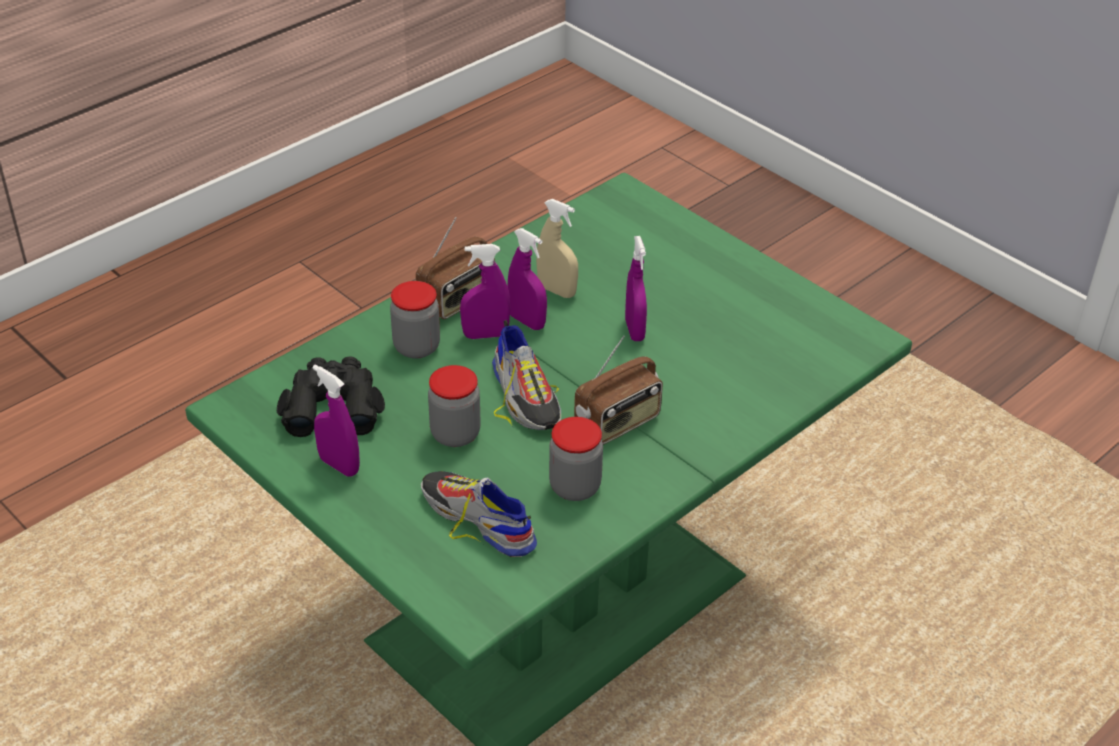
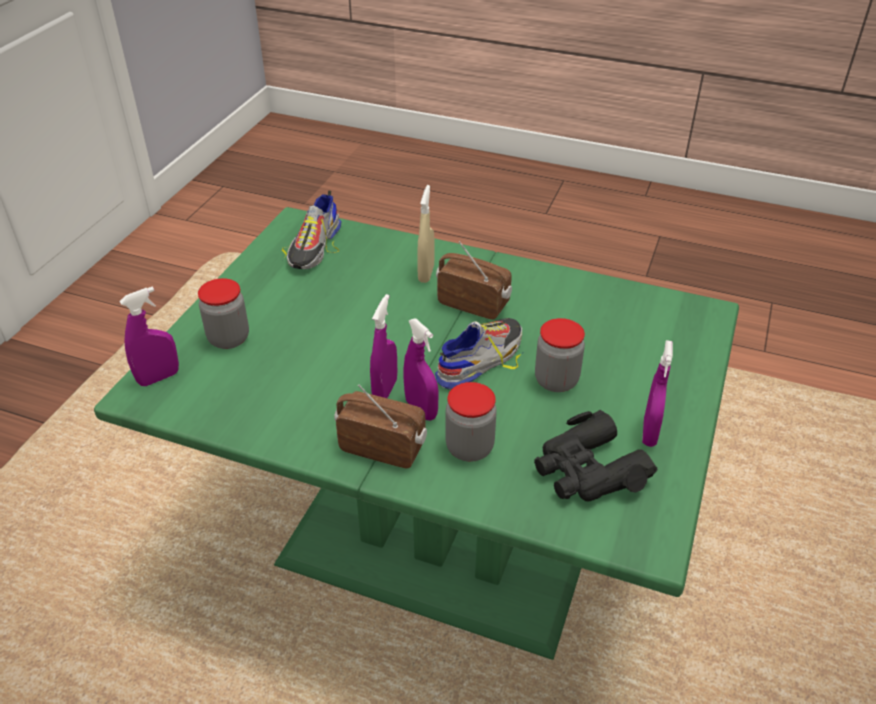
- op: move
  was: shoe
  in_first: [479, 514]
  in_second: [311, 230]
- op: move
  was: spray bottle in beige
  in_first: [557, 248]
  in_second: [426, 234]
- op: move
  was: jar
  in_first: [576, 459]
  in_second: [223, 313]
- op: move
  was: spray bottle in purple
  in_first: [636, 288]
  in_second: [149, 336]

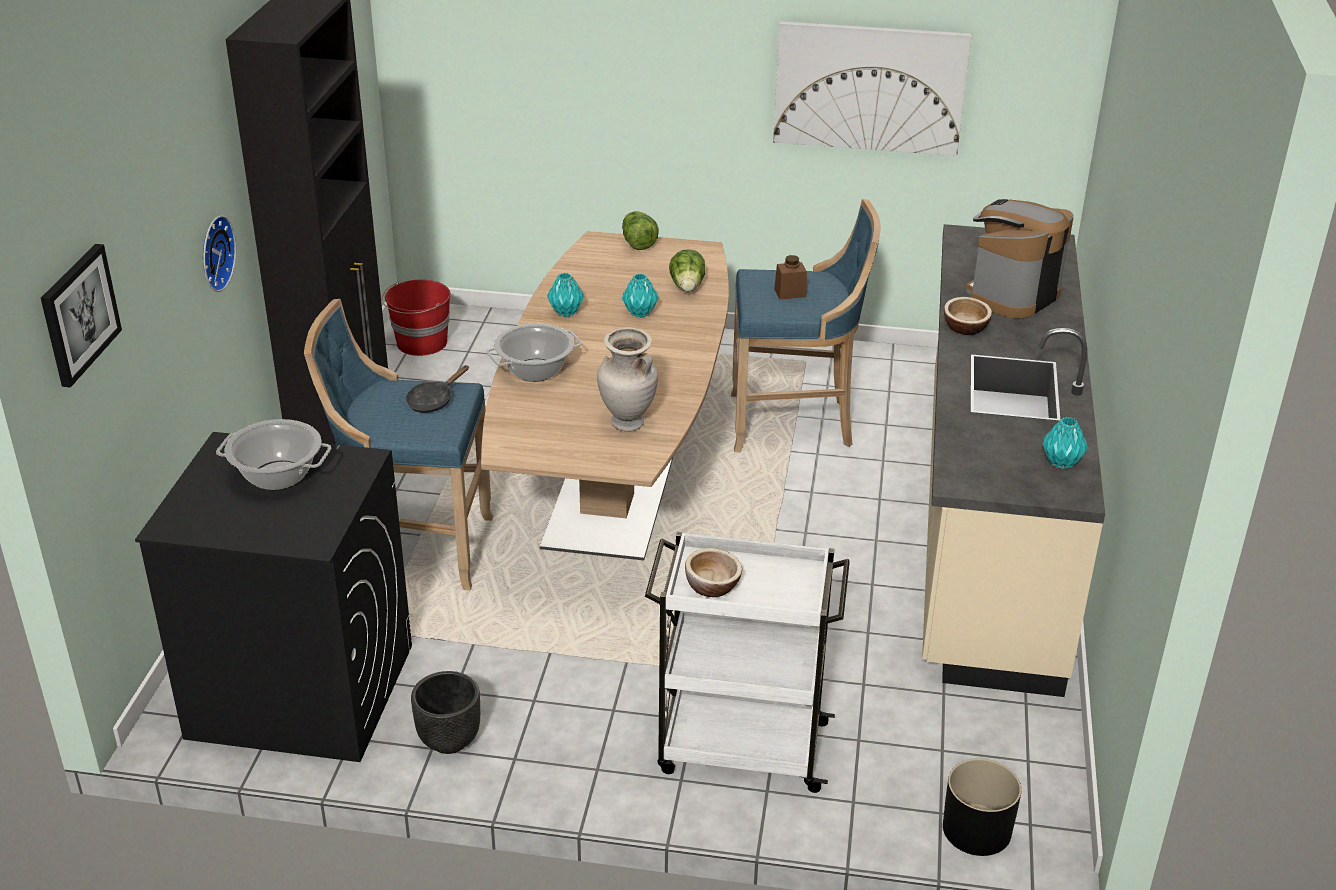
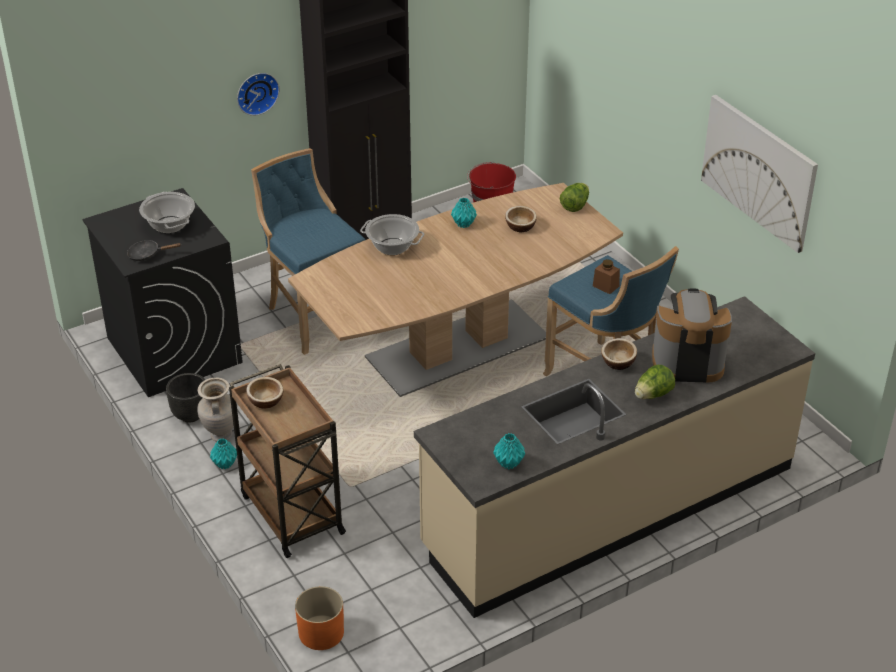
- op: delete
  was: picture
  in_first: [81, 316]
- op: move
  was: frying pan in black
  in_first: [437, 389]
  in_second: [154, 250]
- op: move
  was: vase in beige
  in_first: [627, 379]
  in_second: [215, 409]
- op: move
  was: vase in turquoise
  in_first: [640, 296]
  in_second: [223, 453]
- op: recolor
  was: cart in white
  now: cart in brown
  in_first: [747, 662]
  in_second: [287, 461]
- op: move
  was: lettuce
  in_first: [687, 270]
  in_second: [655, 382]
- op: recolor
  was: planter in black
  now: planter in orange
  in_first: [982, 807]
  in_second: [319, 618]
- op: insert
  now: bowl
  in_second: [521, 219]

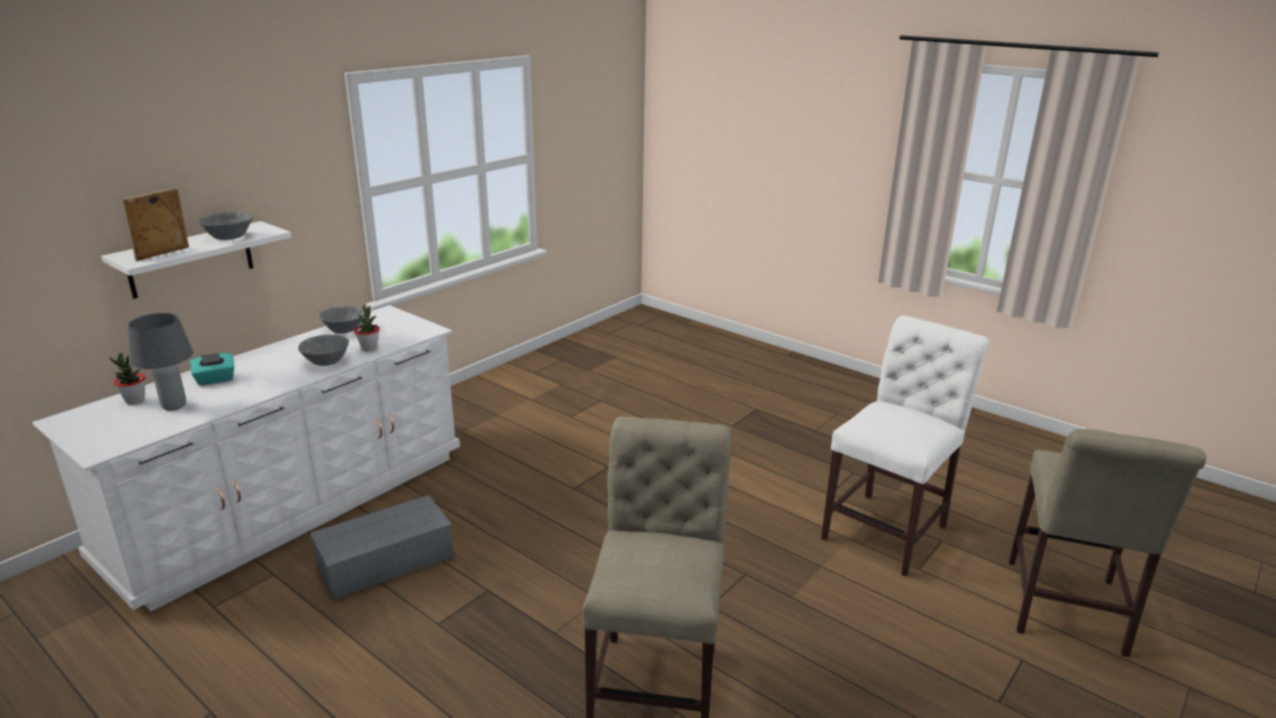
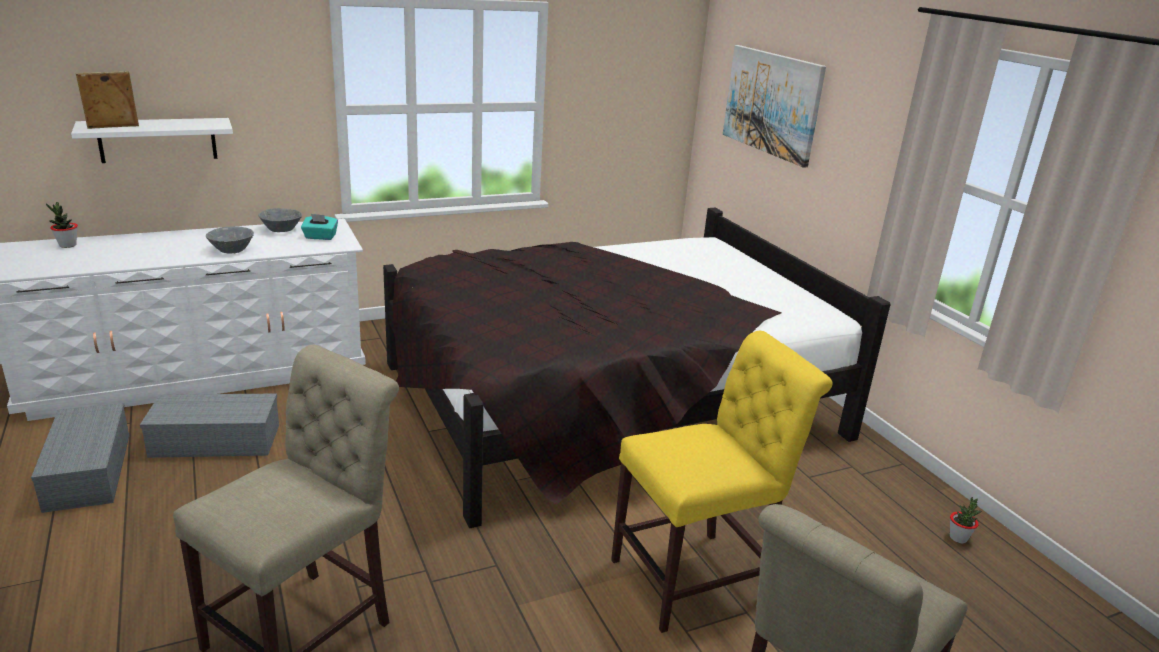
- op: delete
  was: table lamp in grey
  in_first: [160, 362]
- op: move
  was: tissue box in turquoise
  in_first: [212, 369]
  in_second: [319, 227]
- op: delete
  was: bowl in grey
  in_first: [226, 226]
- op: move
  was: potted plant
  in_first: [367, 328]
  in_second: [966, 520]
- op: recolor
  was: chair in white
  now: chair in yellow
  in_first: [905, 446]
  in_second: [721, 482]
- op: insert
  now: storage box in grey
  in_second: [80, 458]
- op: insert
  now: bed in black
  in_second: [637, 368]
- op: insert
  now: picture
  in_second: [774, 106]

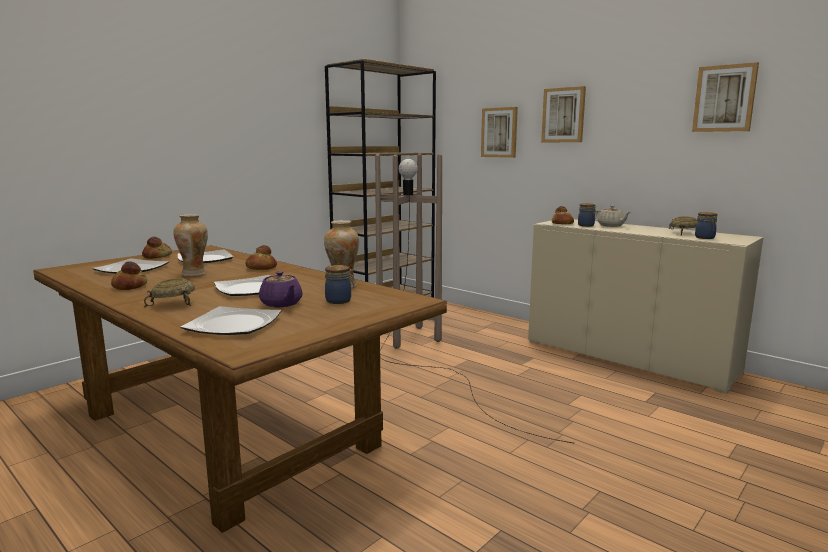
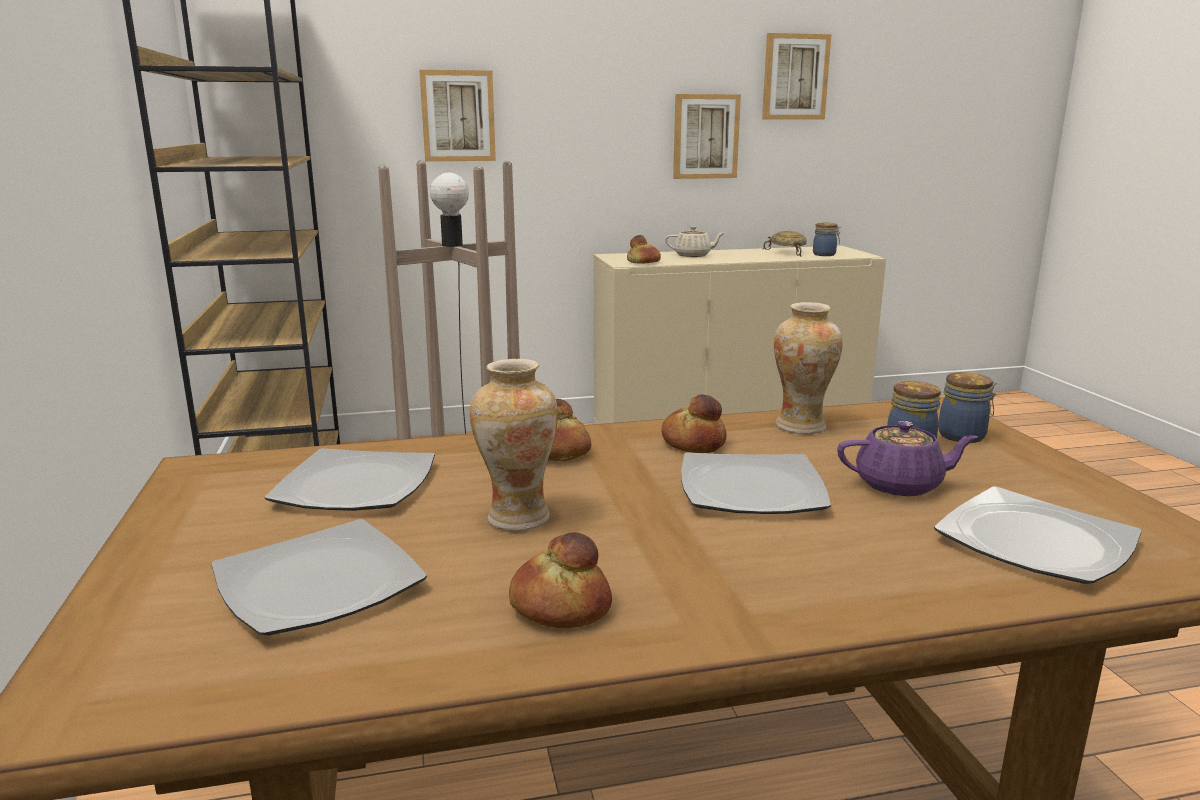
- op: move
  was: bread
  in_first: [157, 248]
  in_second: [694, 423]
- op: delete
  was: bowl in beige
  in_first: [169, 292]
- op: move
  was: picture
  in_first: [563, 114]
  in_second: [707, 136]
- op: move
  was: jar
  in_first: [587, 215]
  in_second: [967, 407]

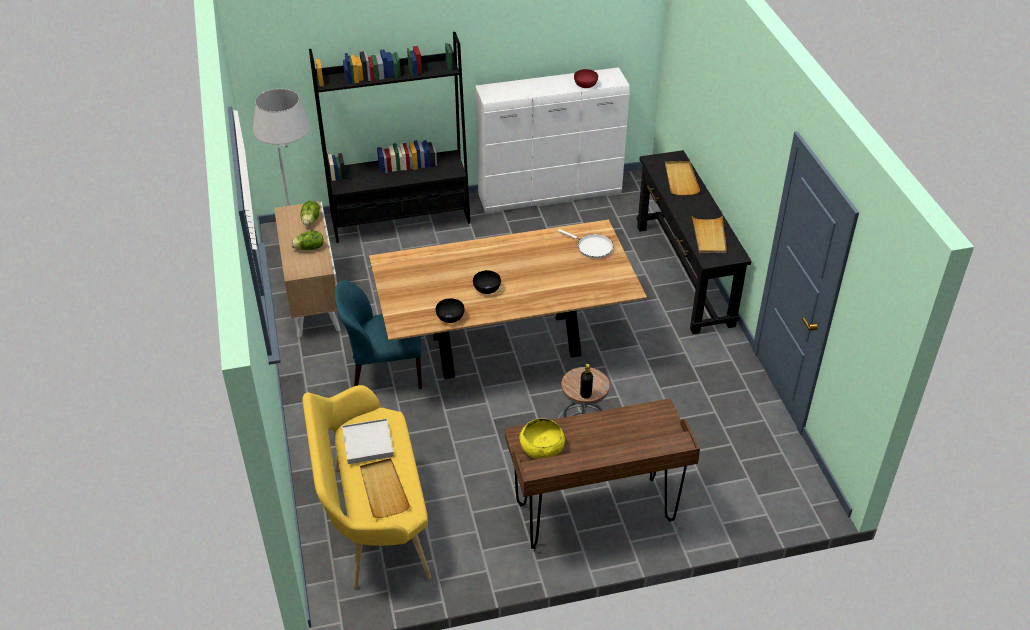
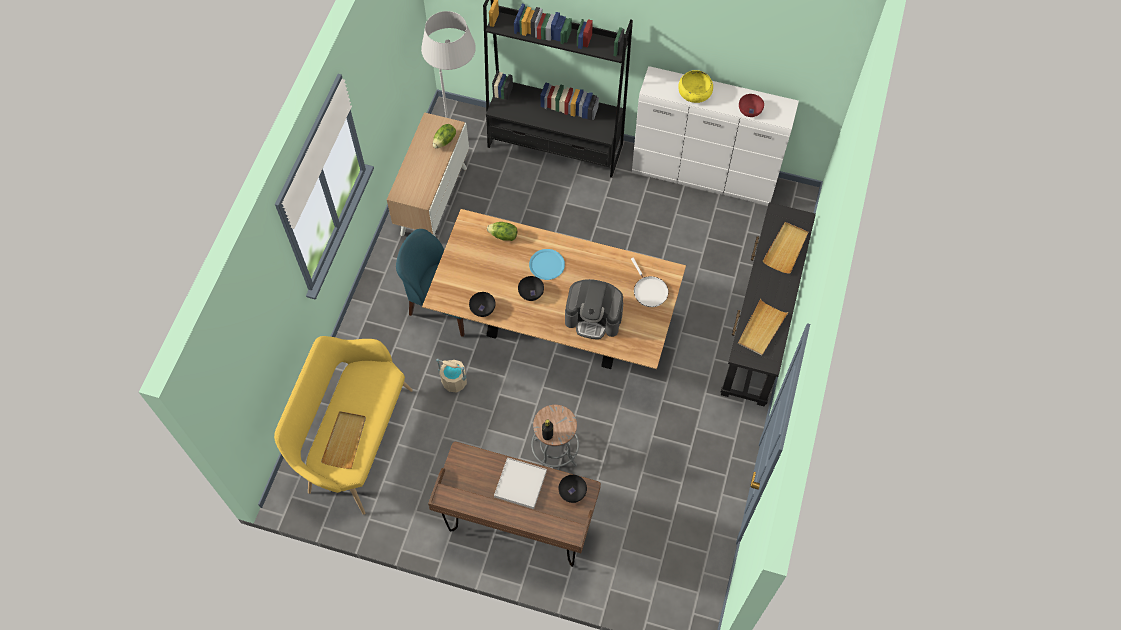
- op: move
  was: lettuce
  in_first: [307, 240]
  in_second: [502, 231]
- op: move
  was: tray in white
  in_first: [368, 441]
  in_second: [520, 483]
- op: move
  was: bowl in yellow
  in_first: [542, 438]
  in_second: [695, 86]
- op: insert
  now: bucket in beige
  in_second: [451, 375]
- op: insert
  now: plate in blue
  in_second: [547, 264]
- op: insert
  now: bowl in black
  in_second: [572, 489]
- op: insert
  now: coffee machine
  in_second: [594, 309]

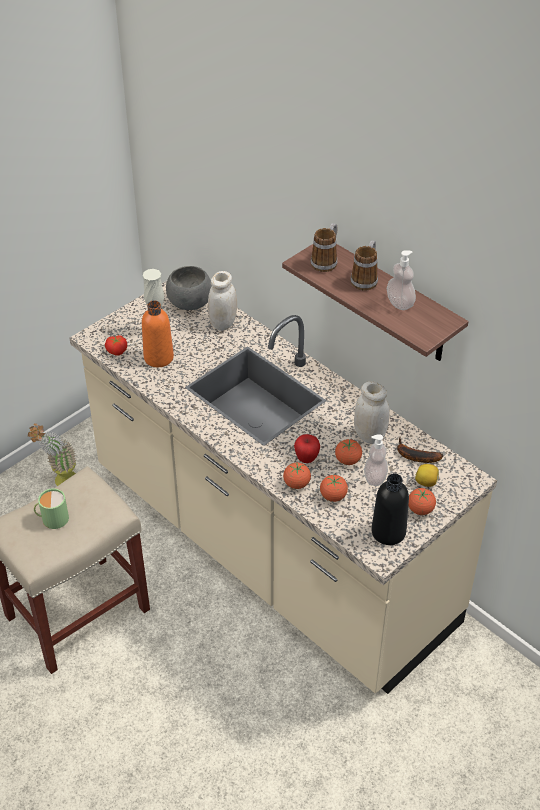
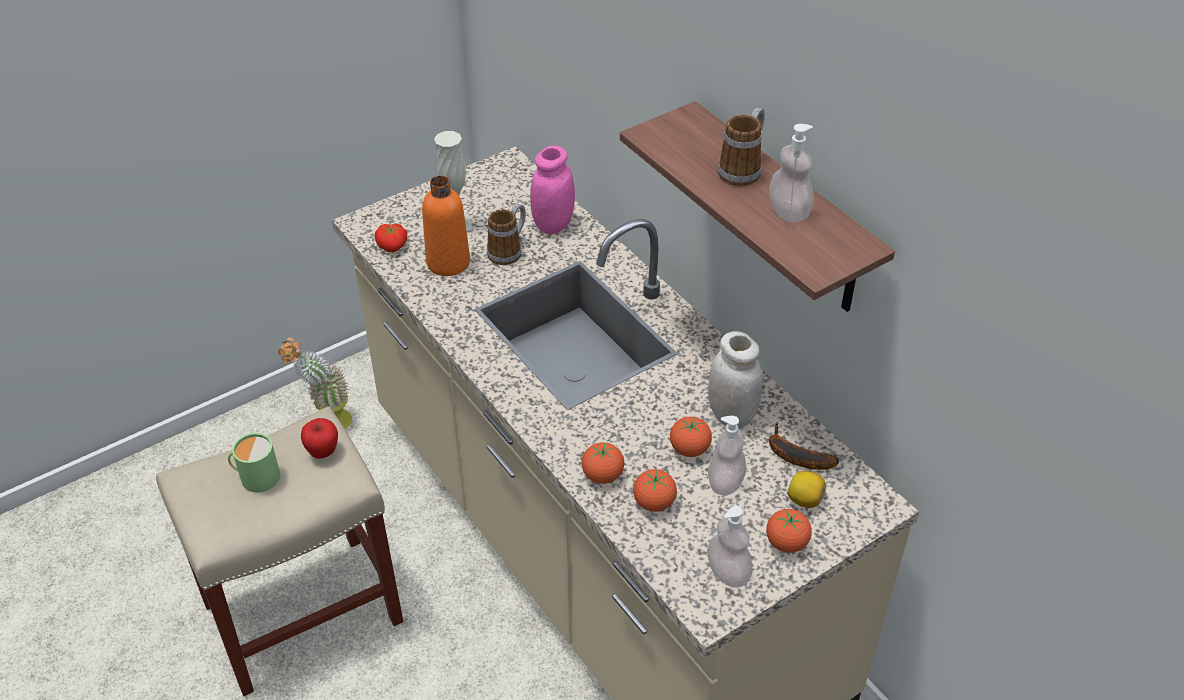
- op: delete
  was: bowl in grey
  in_first: [189, 288]
- op: recolor
  was: jar in white
  now: jar in pink
  in_first: [222, 301]
  in_second: [552, 190]
- op: move
  was: apple
  in_first: [307, 448]
  in_second: [319, 438]
- op: move
  was: mug
  in_first: [324, 247]
  in_second: [506, 234]
- op: replace
  was: bottle in black
  now: soap dispenser
  in_first: [390, 509]
  in_second: [730, 547]

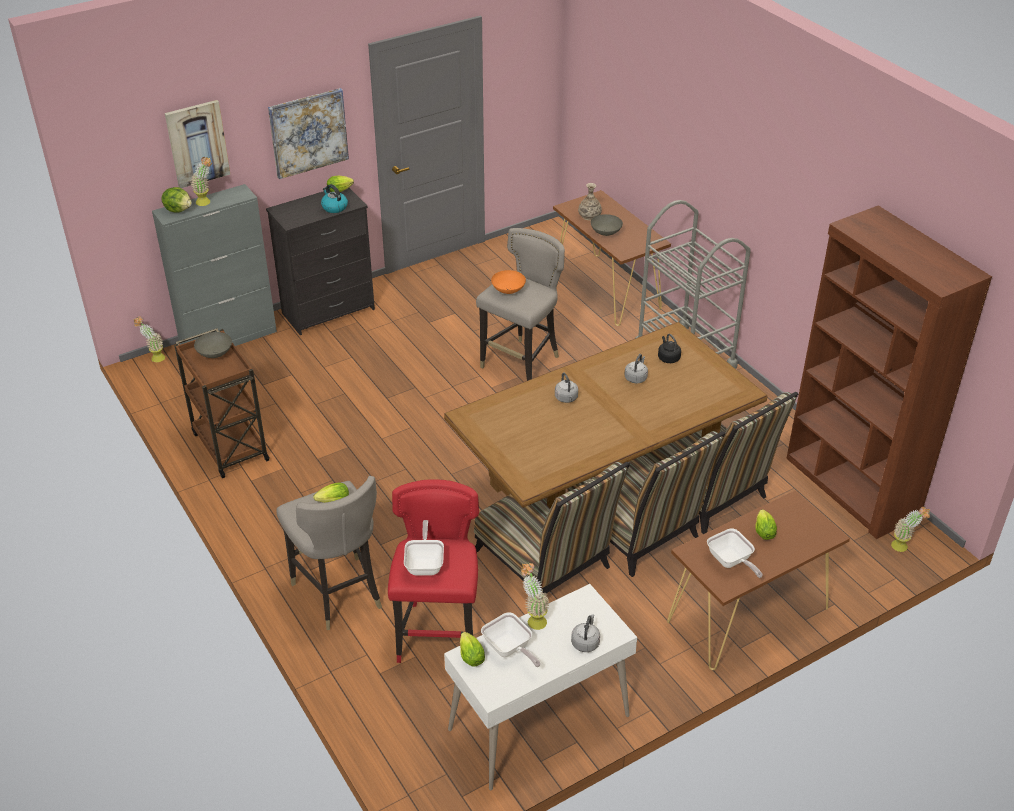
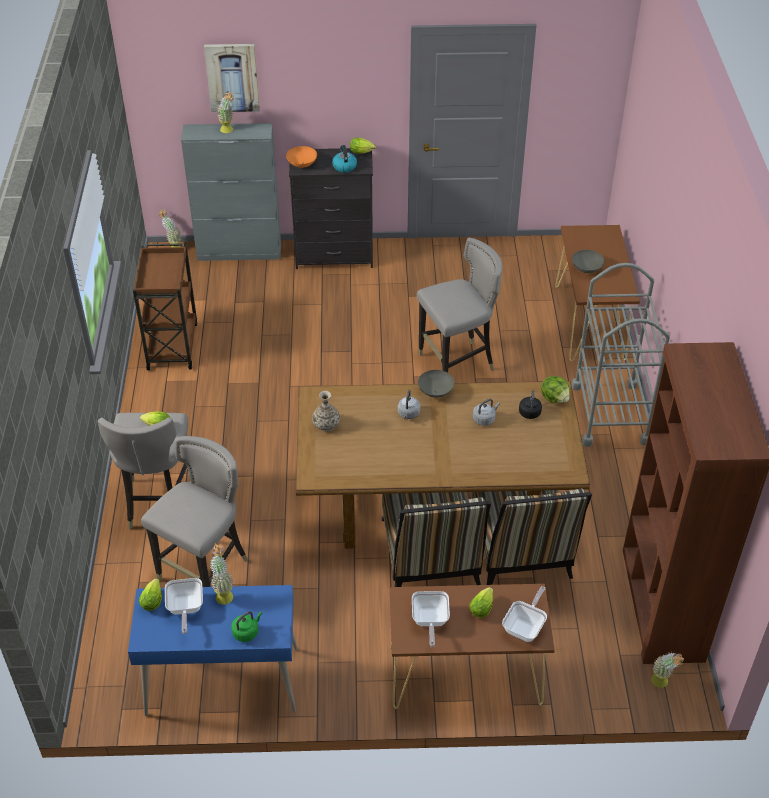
- op: move
  was: lettuce
  in_first: [176, 200]
  in_second: [555, 389]
- op: move
  was: bowl in grey
  in_first: [213, 345]
  in_second: [436, 384]
- op: delete
  was: picture
  in_first: [308, 133]
- op: recolor
  was: stool in red
  now: stool in grey
  in_first: [433, 571]
  in_second: [194, 511]
- op: move
  was: frying pan
  in_first: [424, 548]
  in_second: [524, 614]
- op: recolor
  was: desk in white
  now: desk in blue
  in_first: [540, 687]
  in_second: [213, 650]
- op: delete
  was: chair
  in_first: [552, 527]
- op: move
  was: bowl in orange
  in_first: [508, 282]
  in_second: [301, 157]
- op: recolor
  was: kettle in grey
  now: kettle in green
  in_first: [585, 633]
  in_second: [246, 626]
- op: move
  was: vase
  in_first: [590, 202]
  in_second: [326, 411]

